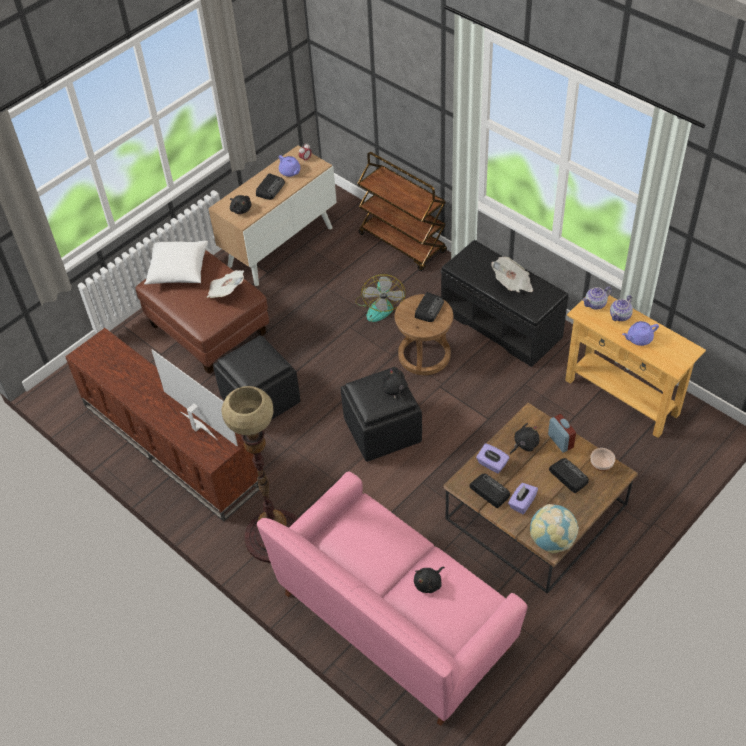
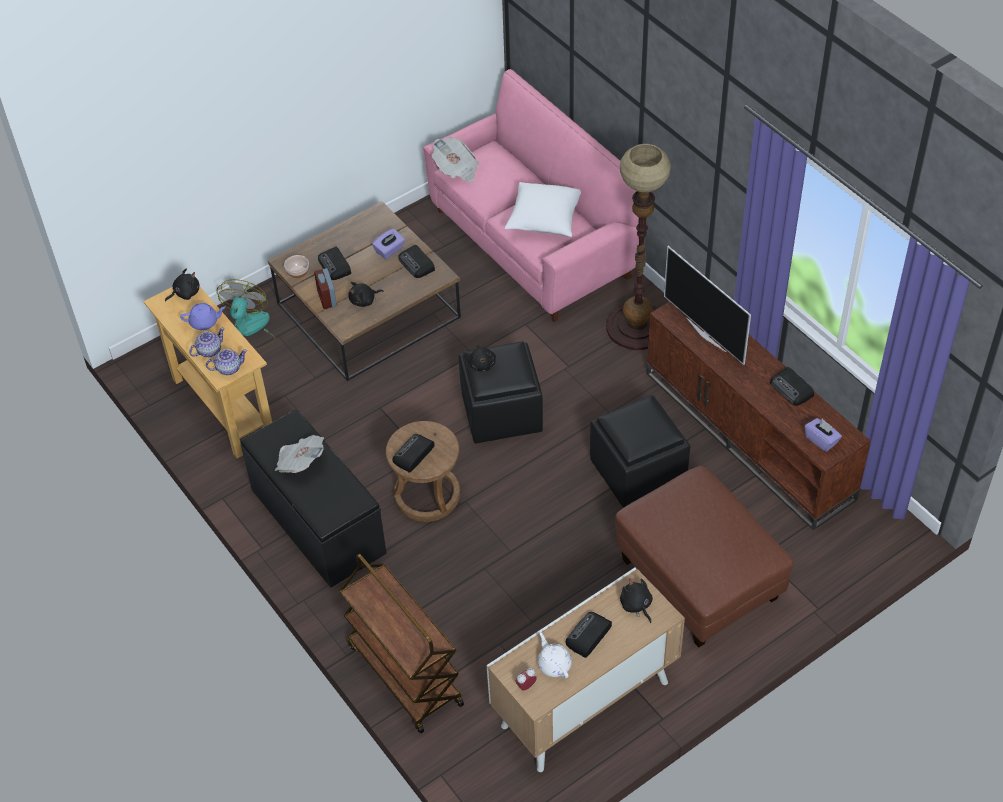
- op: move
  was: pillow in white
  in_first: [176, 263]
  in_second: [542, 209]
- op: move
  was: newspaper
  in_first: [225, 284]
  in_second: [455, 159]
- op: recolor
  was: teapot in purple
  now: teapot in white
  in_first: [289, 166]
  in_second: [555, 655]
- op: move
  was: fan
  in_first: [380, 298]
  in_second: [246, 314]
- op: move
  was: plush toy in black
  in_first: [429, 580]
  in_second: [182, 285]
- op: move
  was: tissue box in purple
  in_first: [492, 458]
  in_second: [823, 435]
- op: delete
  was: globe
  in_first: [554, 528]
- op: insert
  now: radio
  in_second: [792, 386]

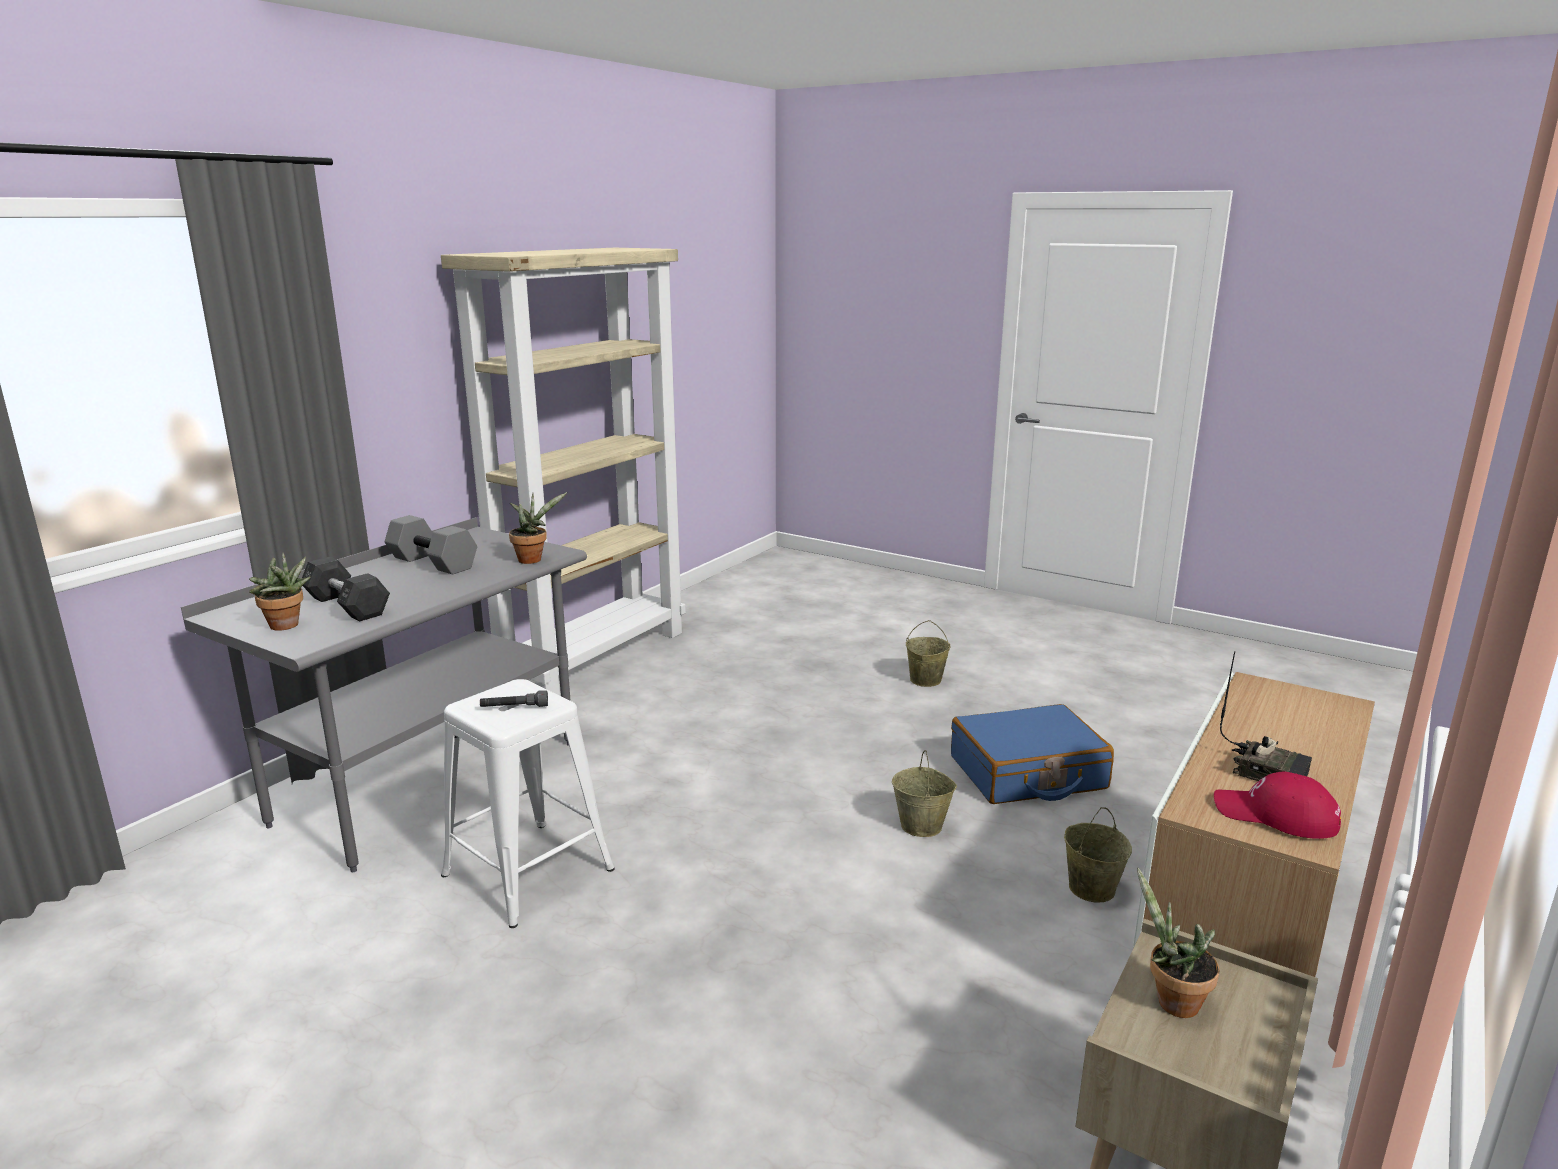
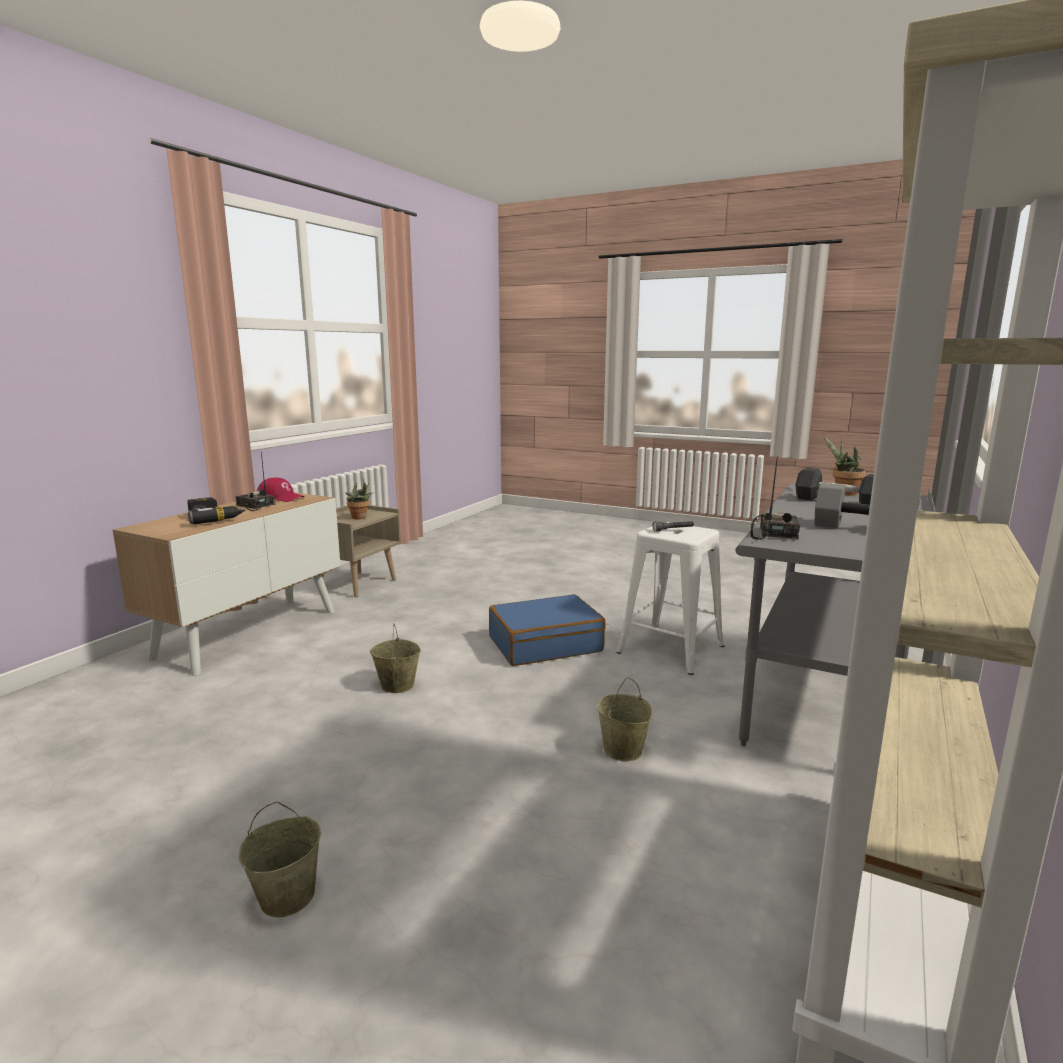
- op: replace
  was: potted plant
  now: radio
  in_first: [538, 528]
  in_second: [775, 497]
- op: move
  was: suitcase in blue
  in_first: [1032, 754]
  in_second: [547, 630]
- op: move
  was: bucket in beige
  in_first: [1098, 854]
  in_second: [625, 719]
- op: insert
  now: power drill
  in_second: [216, 510]

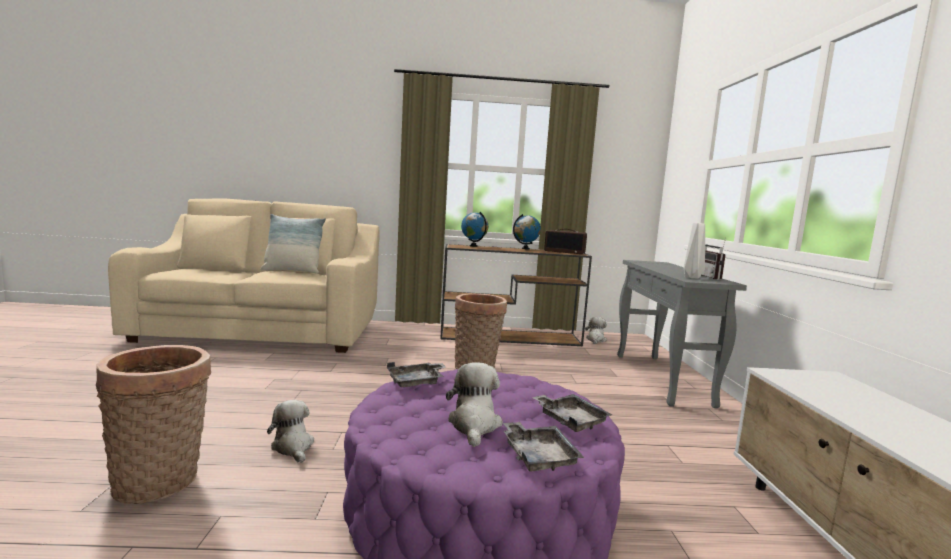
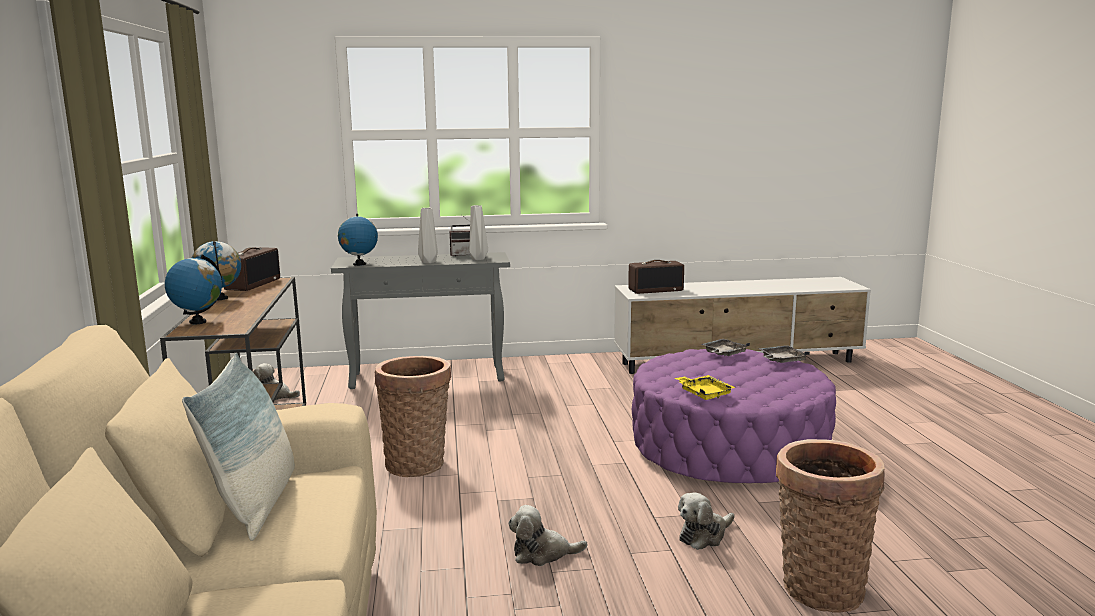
- op: recolor
  was: tray in grey
  now: tray in yellow
  in_first: [417, 374]
  in_second: [705, 387]
- op: move
  was: plush toy
  in_first: [474, 404]
  in_second: [547, 535]
- op: insert
  now: globe
  in_second: [358, 240]
- op: insert
  now: vase in grey
  in_second: [428, 235]
- op: insert
  now: radio
  in_second: [656, 277]

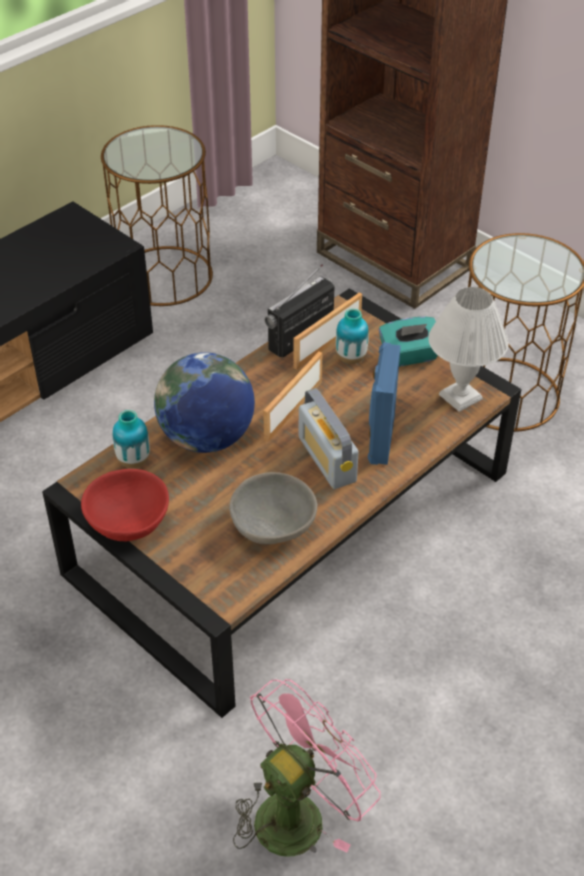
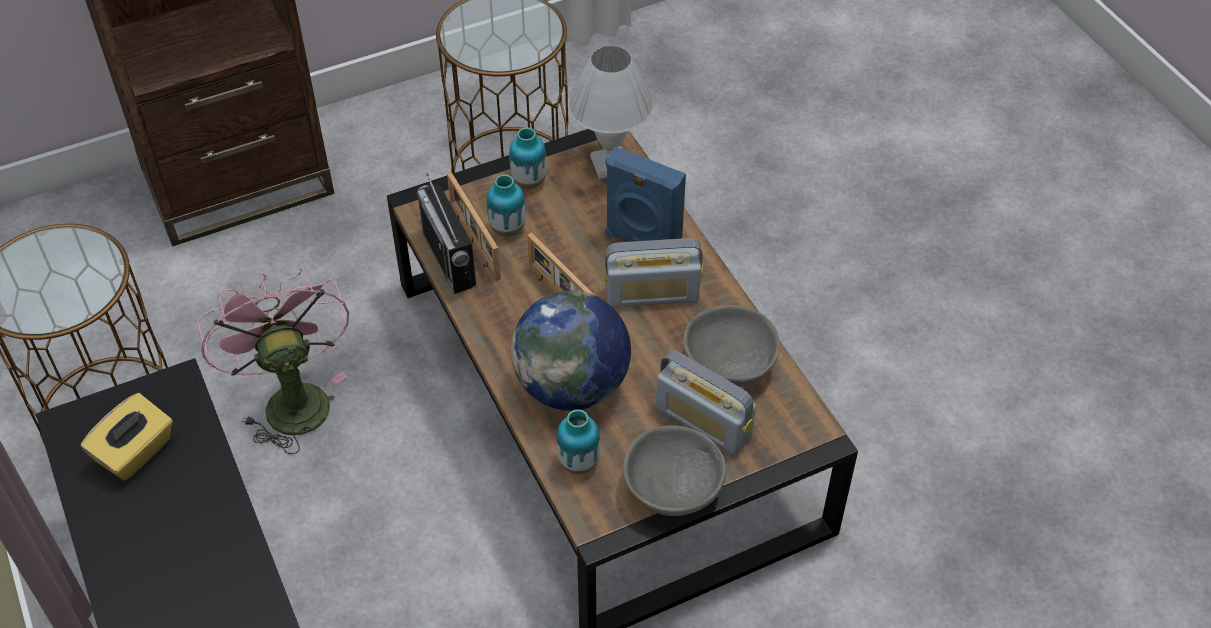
- op: recolor
  was: bowl in red
  now: bowl in grey
  in_first: [125, 505]
  in_second: [674, 470]
- op: move
  was: fan in pink
  in_first: [307, 768]
  in_second: [273, 361]
- op: replace
  was: tissue box in turquoise
  now: vase
  in_first: [408, 341]
  in_second: [528, 158]
- op: insert
  now: tissue box in yellow
  in_second: [127, 436]
- op: insert
  now: radio
  in_second: [706, 402]

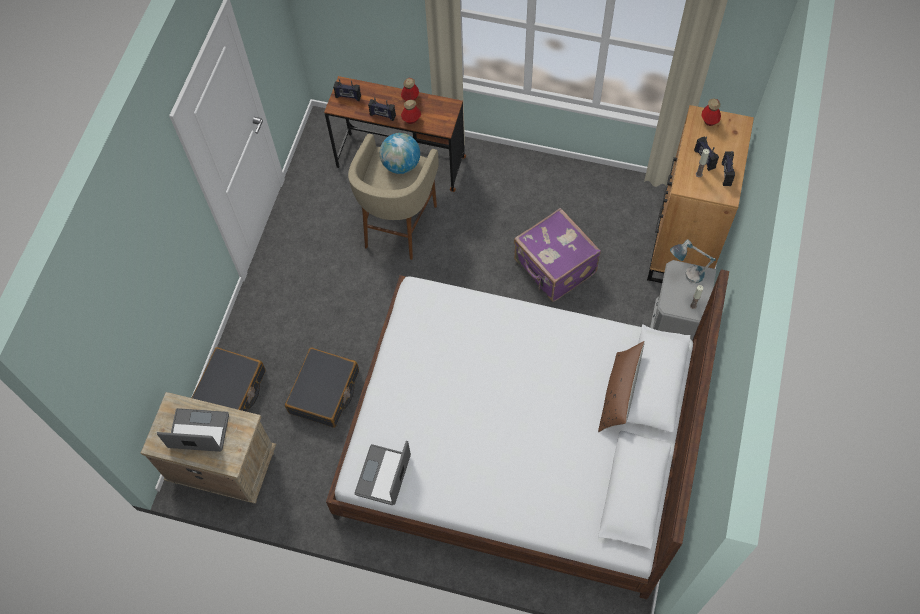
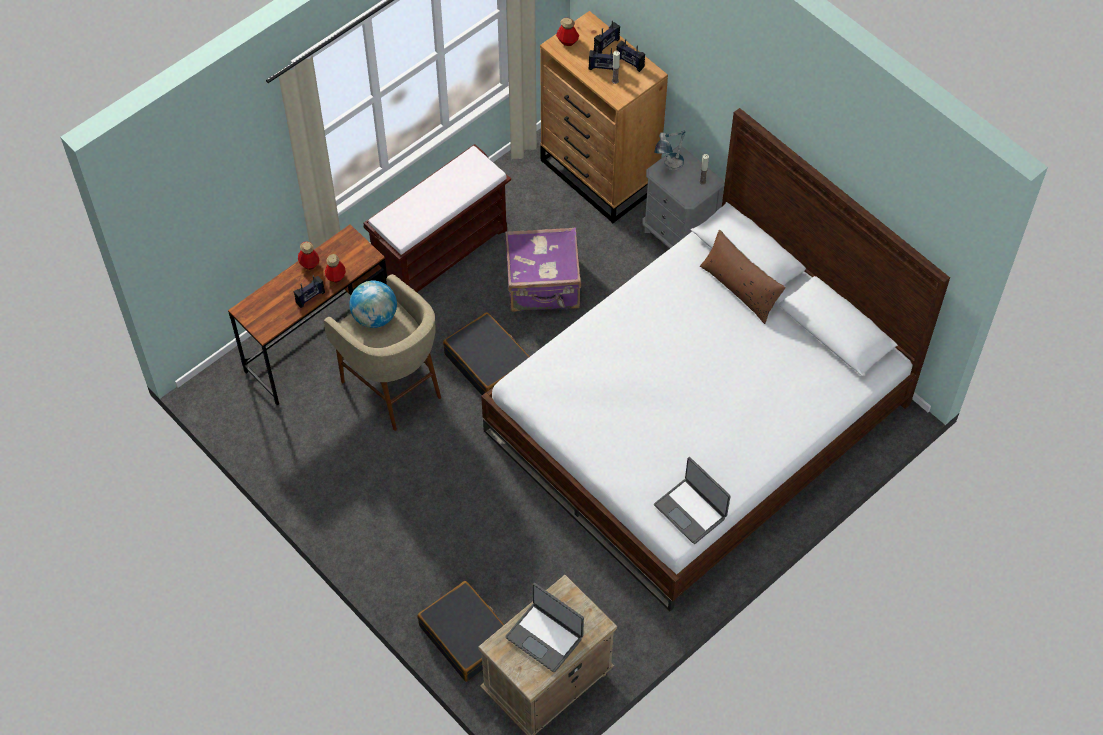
- op: rotate
  was: laptop
  in_first: [193, 430]
  in_second: [544, 627]
  clockwise: -90
- op: move
  was: suitcase in black
  in_first: [322, 388]
  in_second: [486, 353]
- op: move
  was: radio
  in_first: [347, 90]
  in_second: [607, 37]
- op: insert
  now: bench in brown
  in_second: [437, 218]

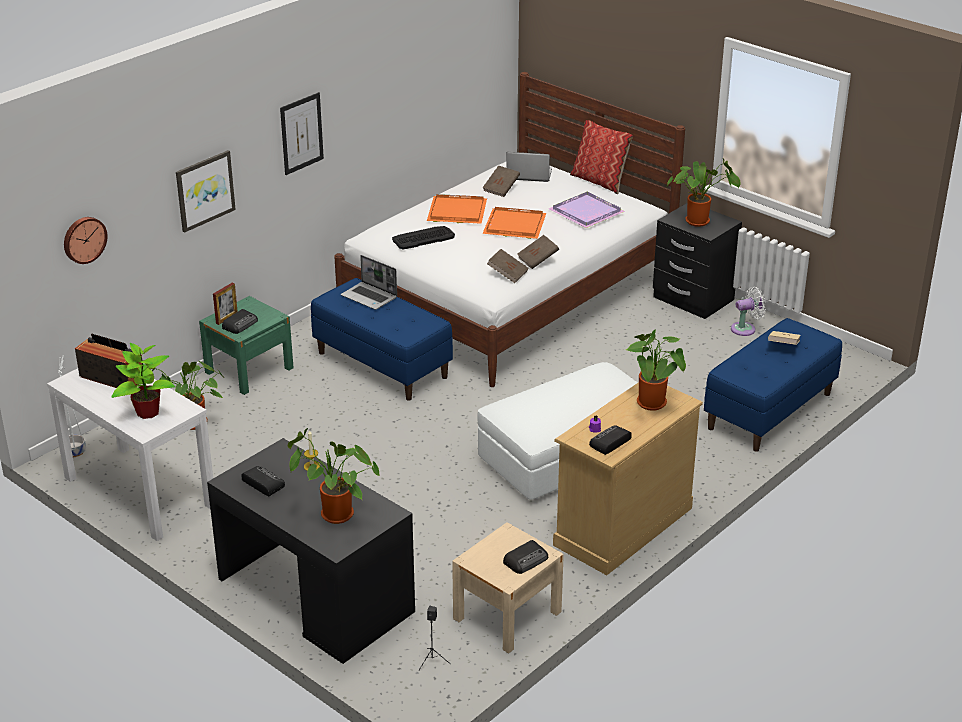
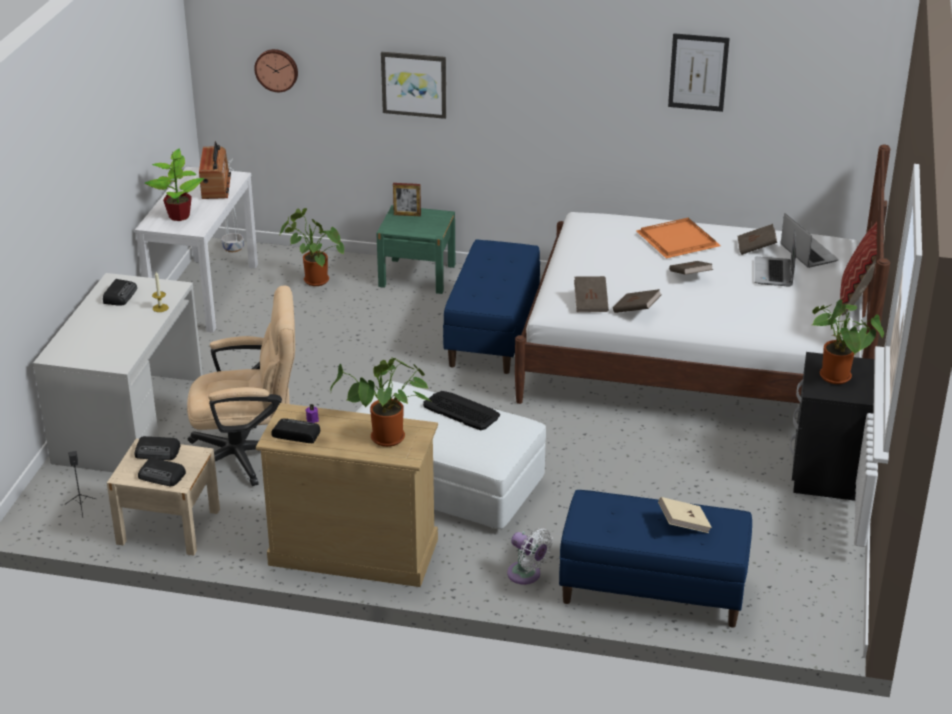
- op: recolor
  was: desk in black
  now: desk in white
  in_first: [311, 551]
  in_second: [118, 372]
- op: move
  was: radio
  in_first: [240, 321]
  in_second: [158, 448]
- op: move
  was: picture
  in_first: [302, 133]
  in_second: [699, 72]
- op: delete
  was: potted plant
  in_first: [334, 476]
- op: move
  was: laptop
  in_first: [369, 282]
  in_second: [775, 258]
- op: move
  was: keyboard
  in_first: [423, 237]
  in_second: [461, 410]
- op: replace
  was: tray in orange
  now: book in brown
  in_first: [514, 223]
  in_second: [691, 268]
- op: delete
  was: tray in purple
  in_first: [587, 210]
- op: move
  was: fan in white
  in_first: [748, 311]
  in_second: [530, 556]
- op: insert
  now: office chair in beige
  in_second: [241, 385]

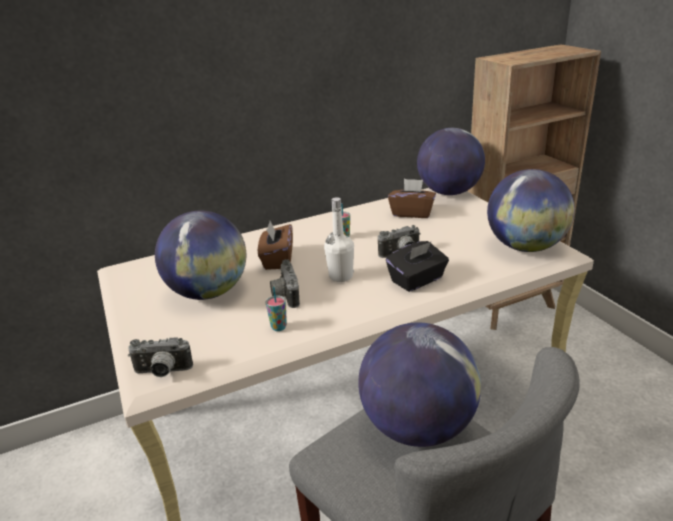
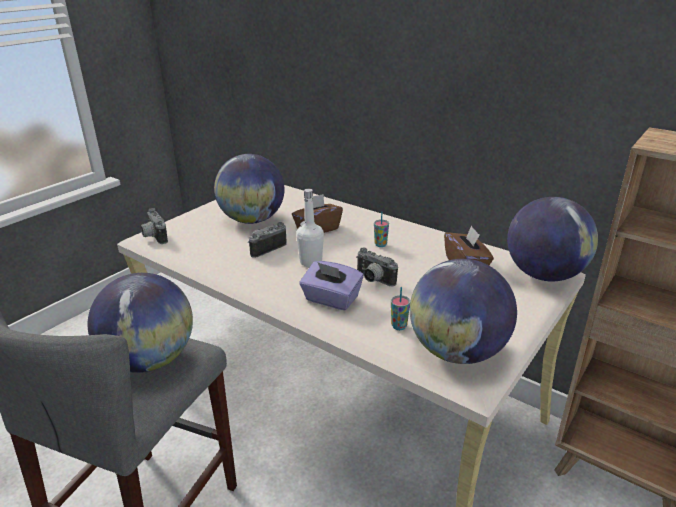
- op: move
  was: cup
  in_first: [276, 309]
  in_second: [400, 308]
- op: recolor
  was: tissue box in black
  now: tissue box in purple
  in_first: [417, 266]
  in_second: [331, 285]

